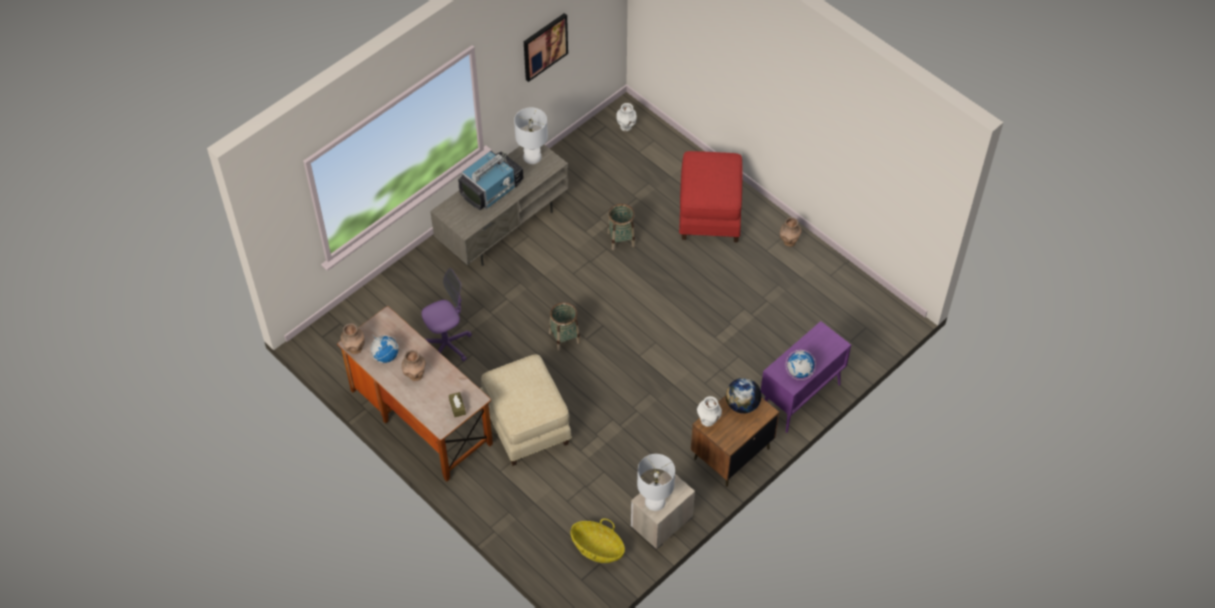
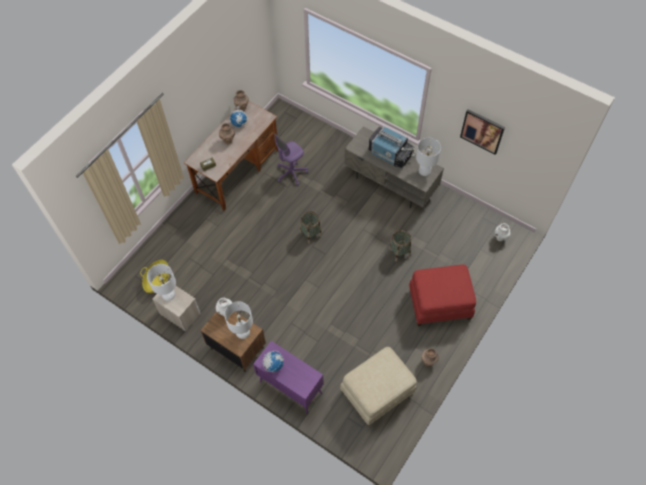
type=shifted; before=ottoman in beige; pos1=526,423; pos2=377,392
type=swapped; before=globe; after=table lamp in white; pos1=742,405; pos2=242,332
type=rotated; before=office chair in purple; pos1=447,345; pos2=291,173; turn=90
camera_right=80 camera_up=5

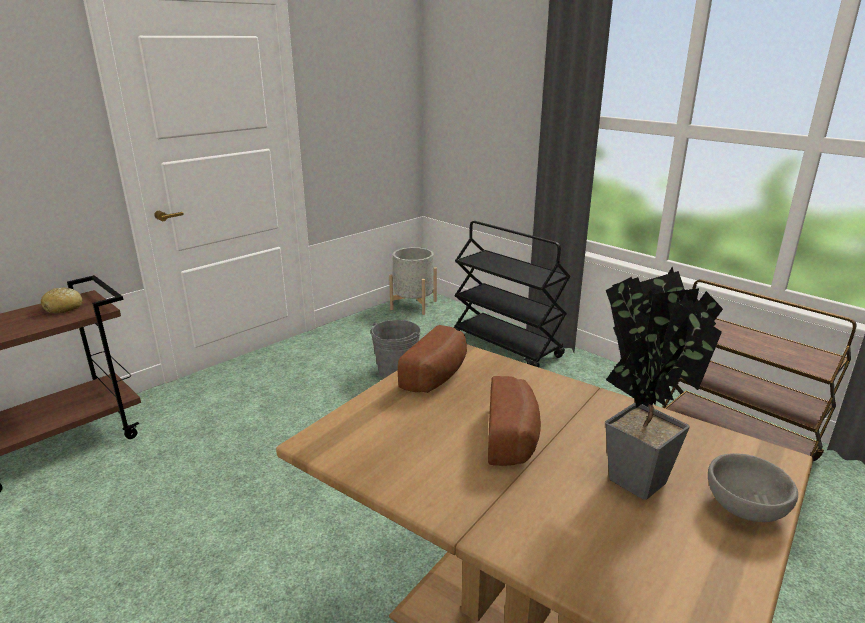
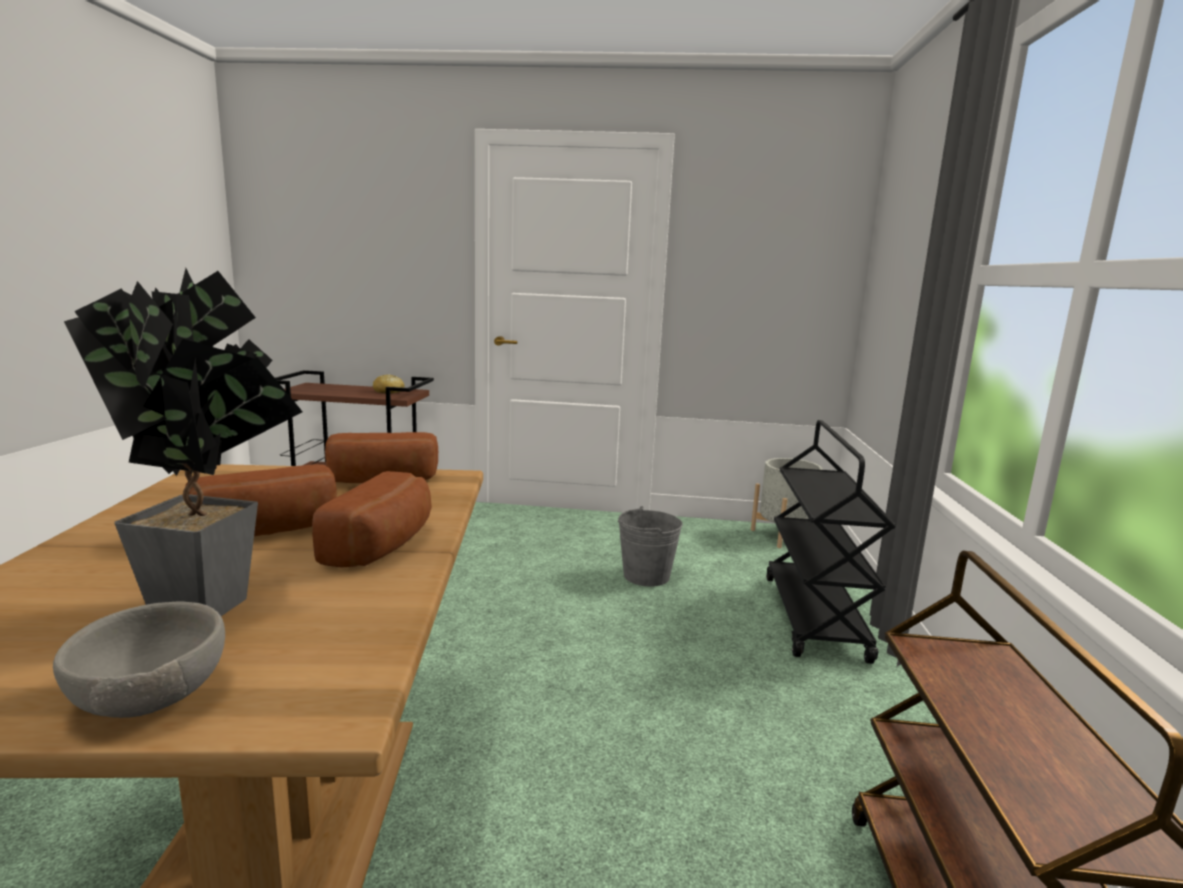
type=new; after=bread; pos2=385,544
camera_right=50 camera_up=-10

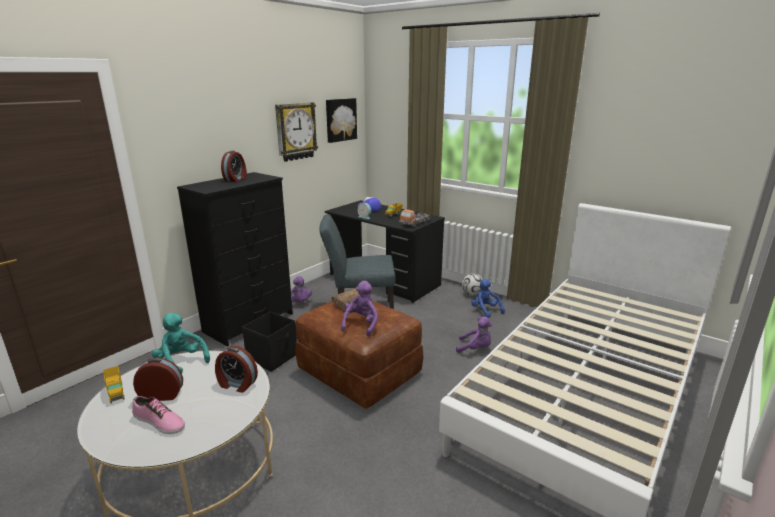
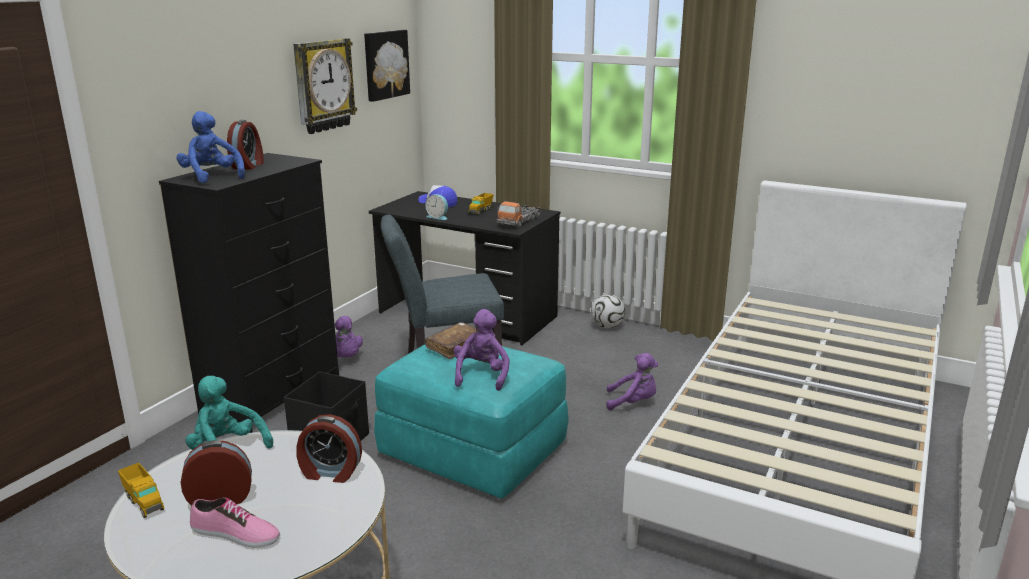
type=shifted; before=plush toy in blue; pos1=485,310; pos2=211,177
type=repainted; before=ottoman in brown; after=ottoman in turquoise; pos1=360,372; pos2=474,450
camera_right=-10 camera_up=0

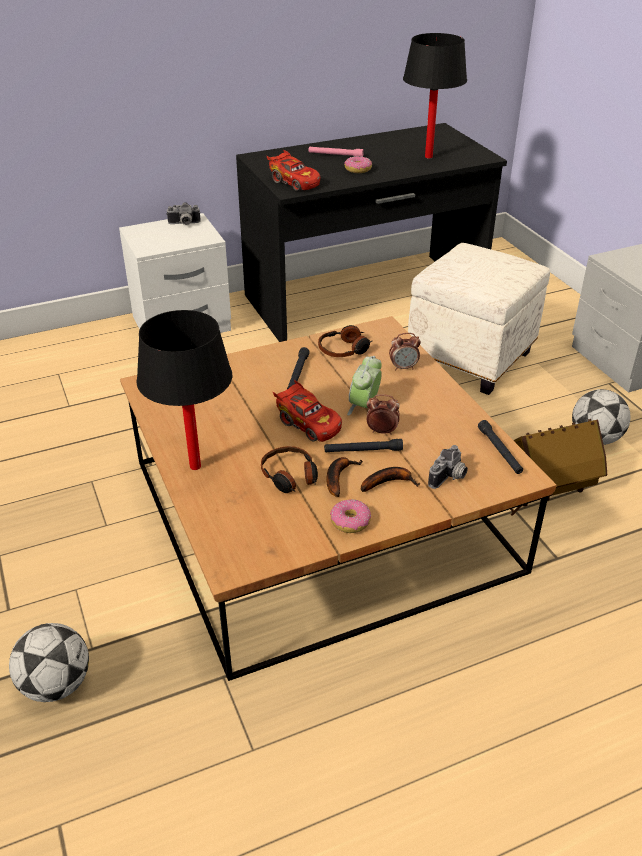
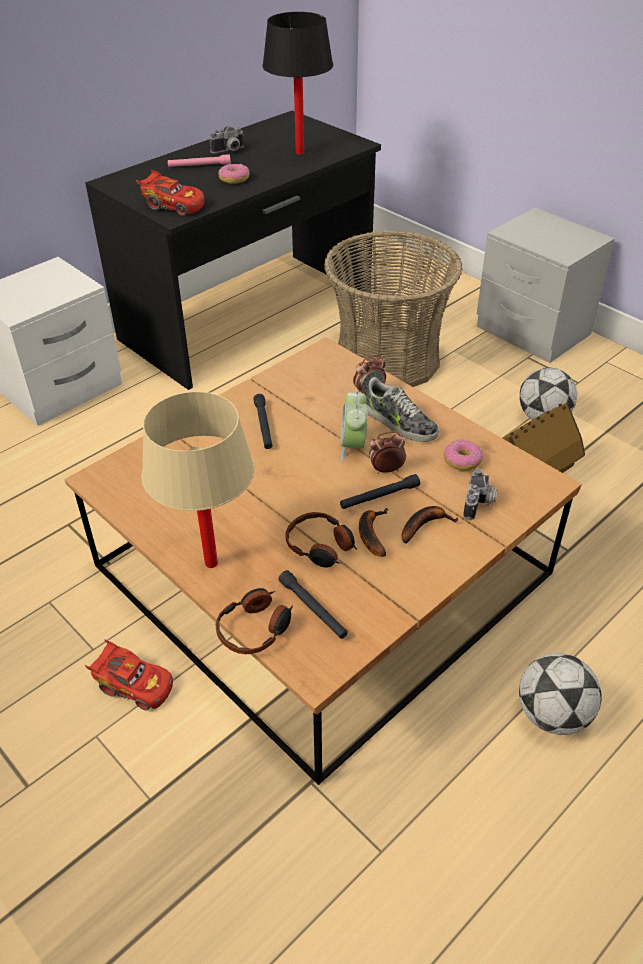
type=new; after=shoe; pos2=399,423
type=shifted; before=football; pos1=56,685; pos2=552,715
type=shifted; before=photo camera; pos1=184,224; pos2=229,151
type=shifted; before=toy car in red; pos1=308,424; pos2=134,685
type=shifted; before=headphones; pos1=344,349; pos2=255,628
type=shifted; before=donut; pos1=350,522; pos2=462,460
type=shifted; before=flashlight in black; pos1=499,451; pos2=313,609
type=swapped; before=ottoman in white; after=basket; pos1=470,357; pos2=387,359
type=repainted; before=table lamp in black; after=table lamp in beige; pos1=195,466; pos2=211,563
camera_right=-20 camera_up=5

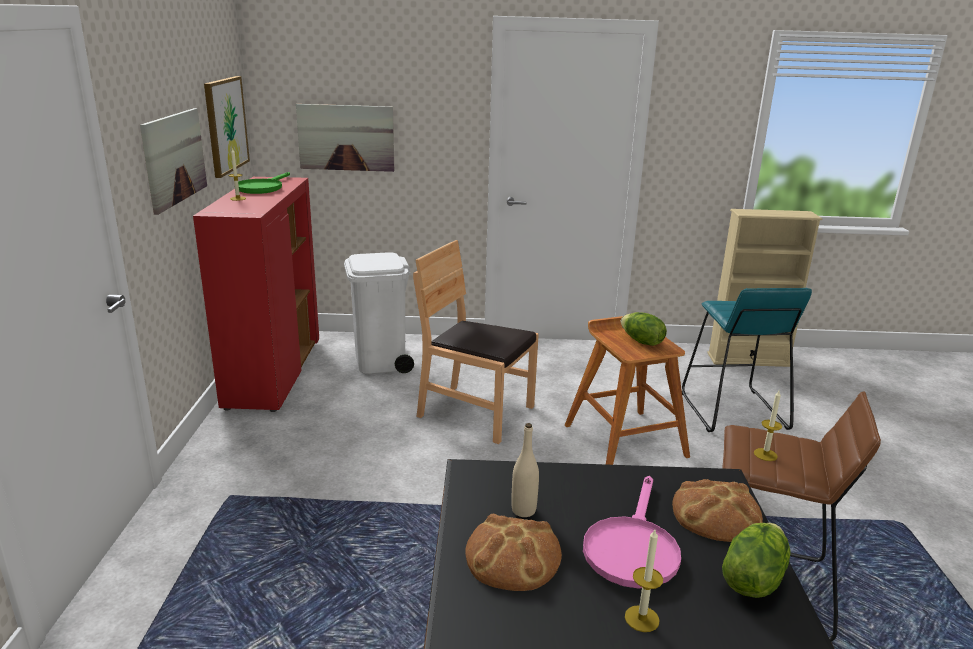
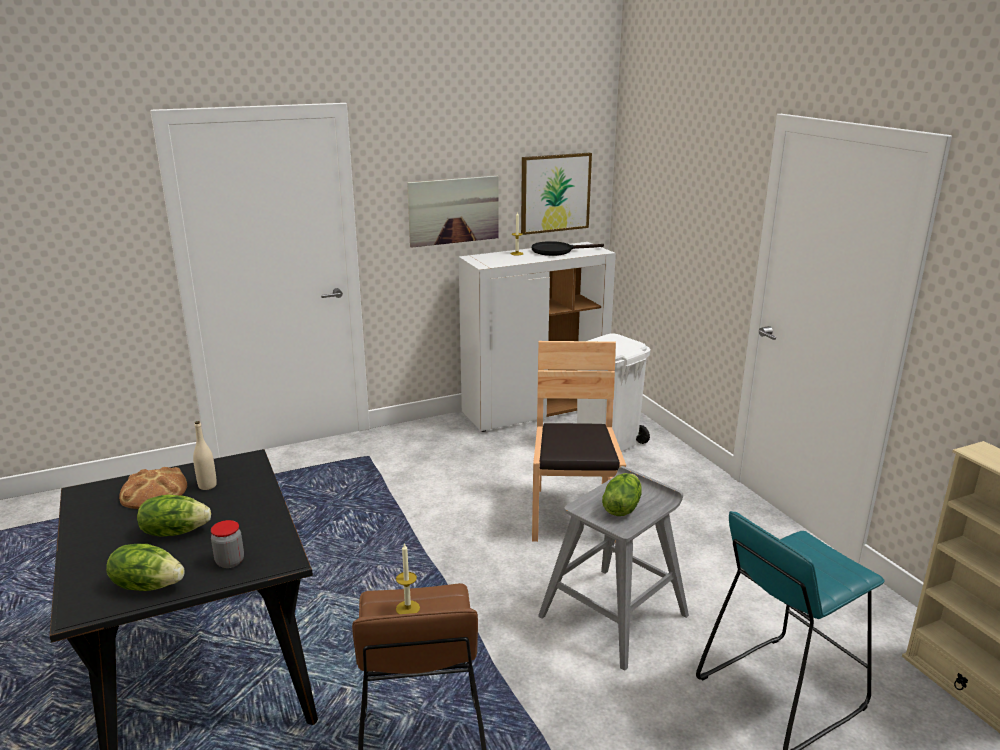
type=gone; before=picture; pos1=346,137
type=gone; before=candle; pos1=642,618
type=swapped; before=frying pan in pink; after=lettuce; pos1=632,547; pos2=175,531
type=swapped; before=bread; after=jar; pos1=716,514; pos2=230,561
type=repainted; before=cabinet in red; after=cabinet in white; pos1=273,373; pos2=535,411
type=repainted; before=frying pan in green; after=frying pan in black; pos1=262,188; pos2=557,251
type=repainted; before=stool in brown; after=stool in grey; pos1=624,440; pos2=614,615
camera_right=65 camera_up=0

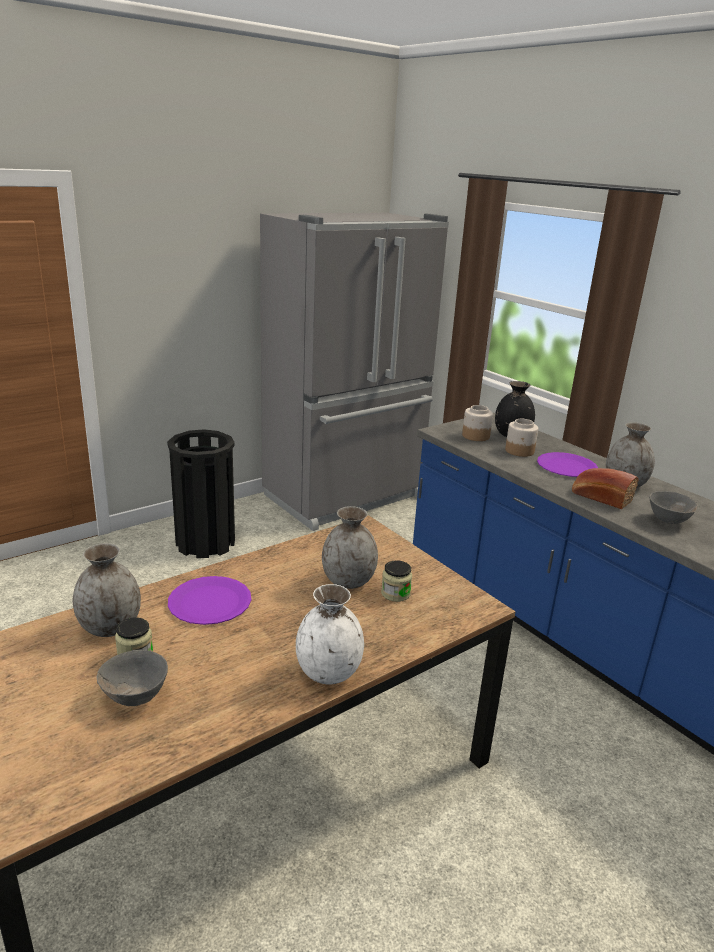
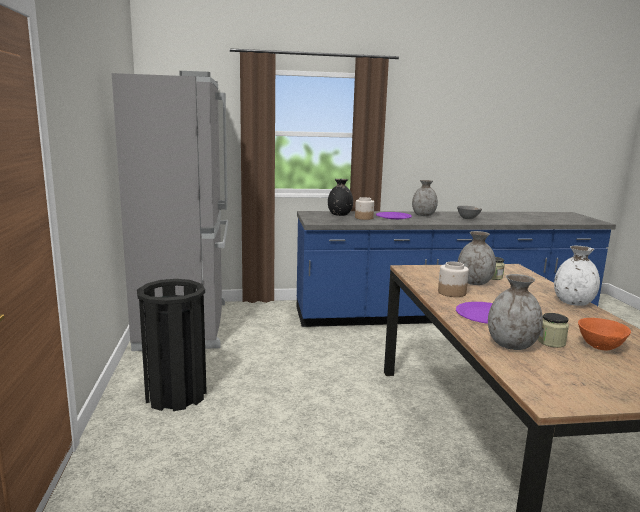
type=gone; before=bread; pos1=600,497
type=shifted; before=jar; pos1=475,436; pos2=451,293
type=repainted; before=bowl in grey; after=bowl in orange; pos1=135,697; pos2=600,348
camera_right=-60 camera_up=-10

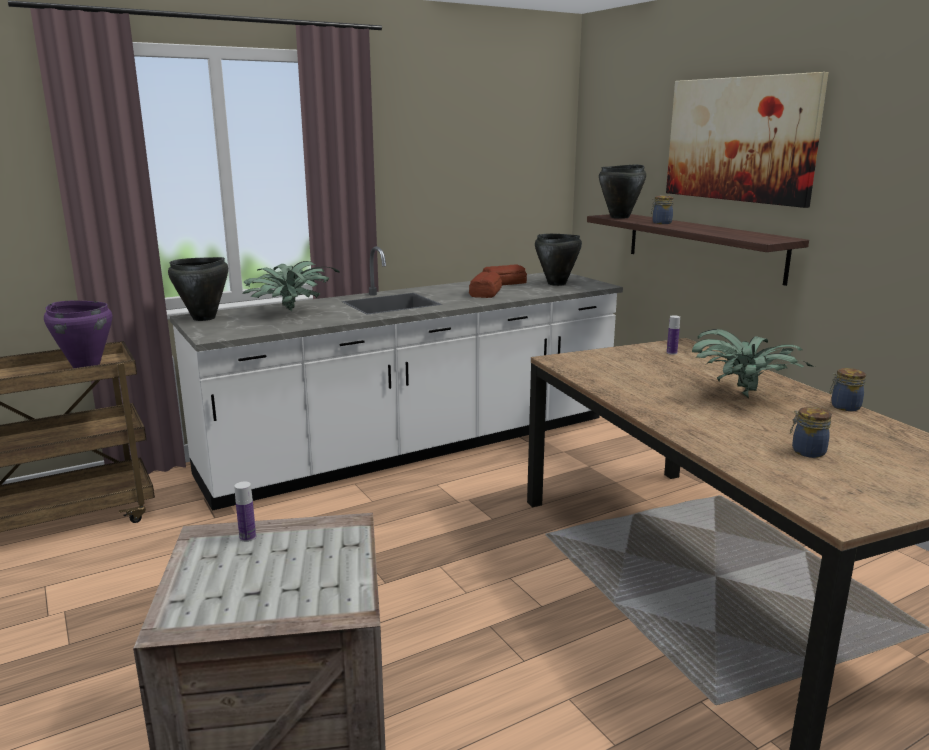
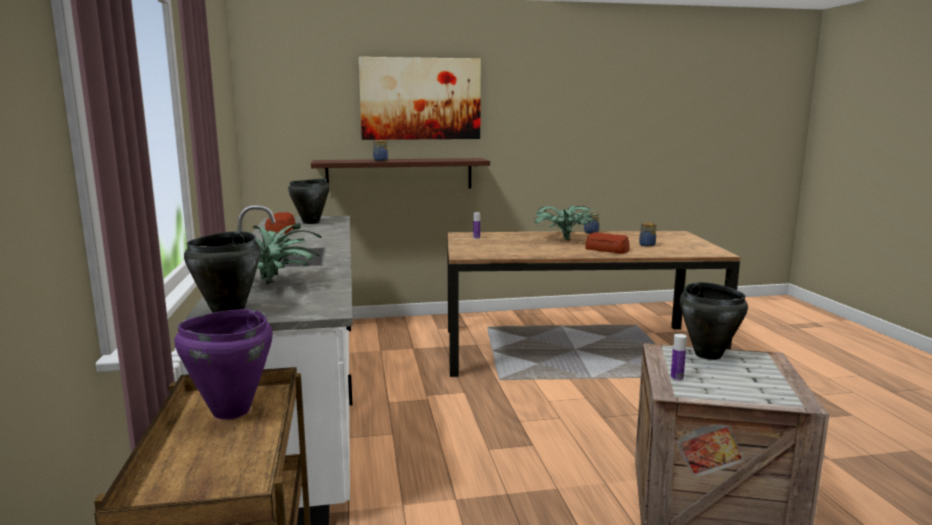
type=shifted; before=bread; pos1=485,293; pos2=607,250
type=shifted; before=cooking pot in black; pos1=620,217; pos2=708,355
camera_right=-70 camera_up=-5

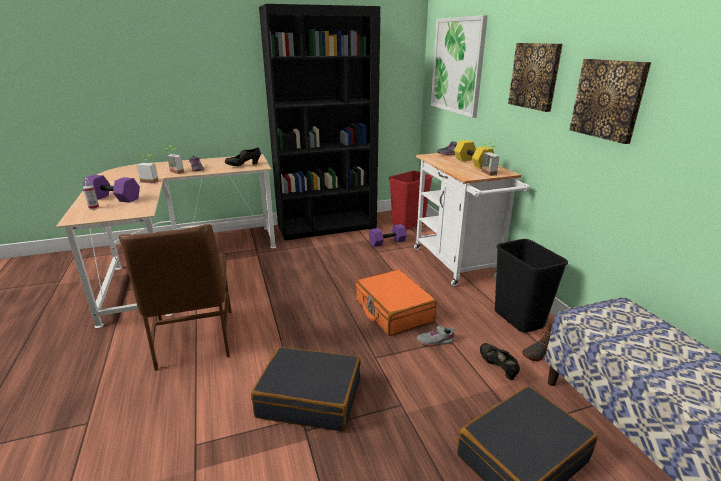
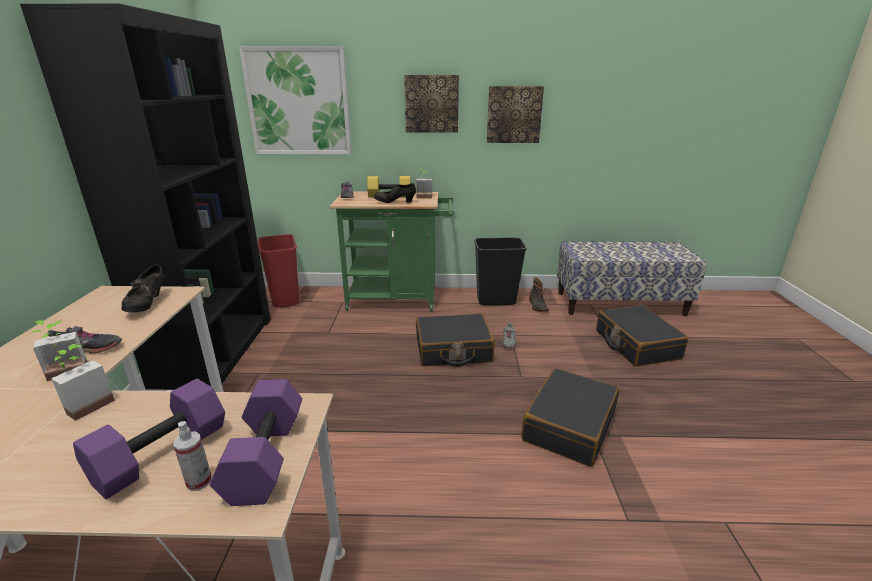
type=gone; before=chair in brown; pos1=194,339
type=shifted; before=dumbbell in purple; pos1=387,242; pos2=264,456
type=shifted; before=shoe in black; pos1=497,367; pos2=395,202
type=repainted; before=suitcase in orange; after=suitcase in black; pos1=393,311; pos2=453,350
type=repainted; before=cart in white; after=cart in green; pos1=458,265; pos2=398,299
camera_right=-70 camera_up=0

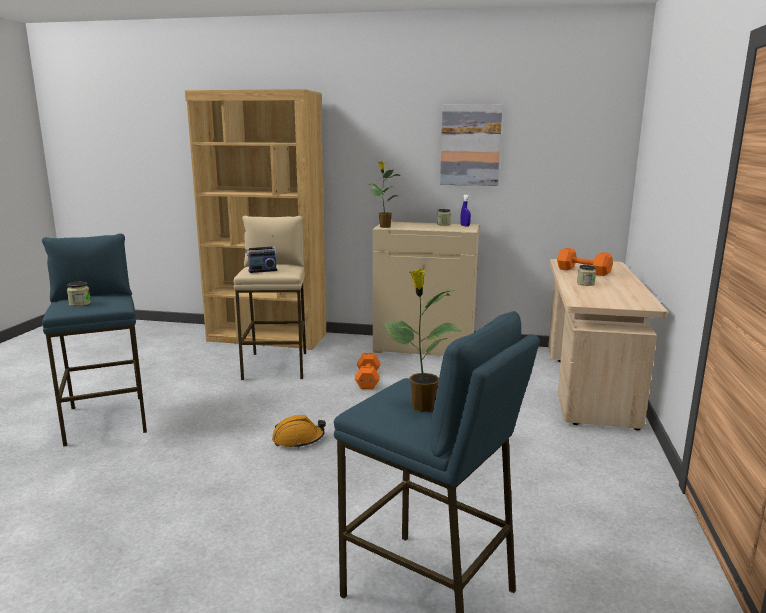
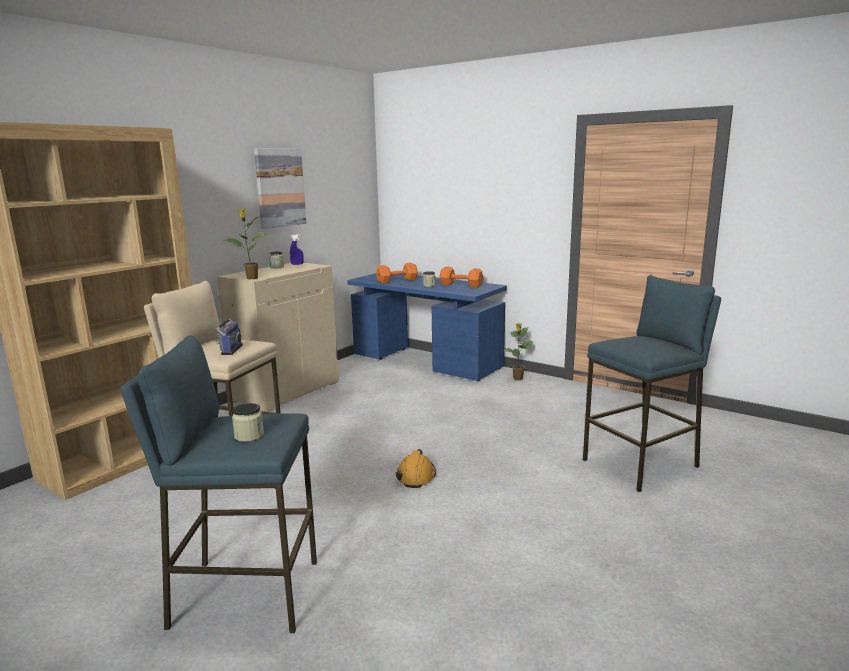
type=shifted; before=dumbbell in orange; pos1=368,379; pos2=460,285
type=shifted; before=potted plant; pos1=421,406; pos2=518,379
type=repainted; before=desk in beige; after=desk in blue; pos1=588,384; pos2=426,362
camera_right=-65 camera_up=0

